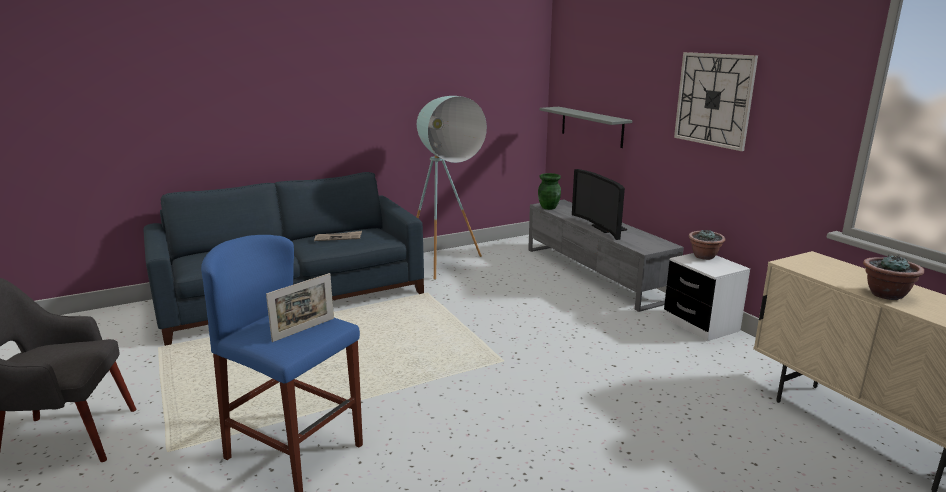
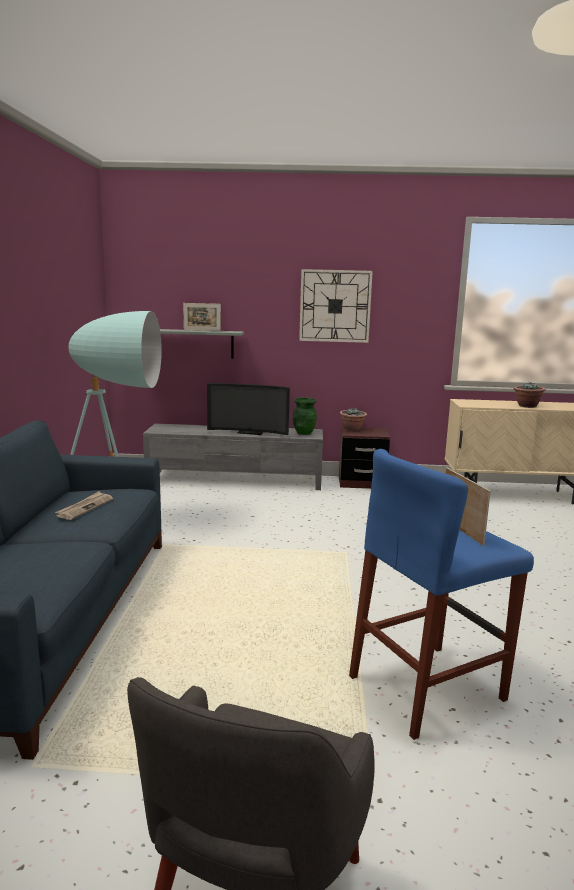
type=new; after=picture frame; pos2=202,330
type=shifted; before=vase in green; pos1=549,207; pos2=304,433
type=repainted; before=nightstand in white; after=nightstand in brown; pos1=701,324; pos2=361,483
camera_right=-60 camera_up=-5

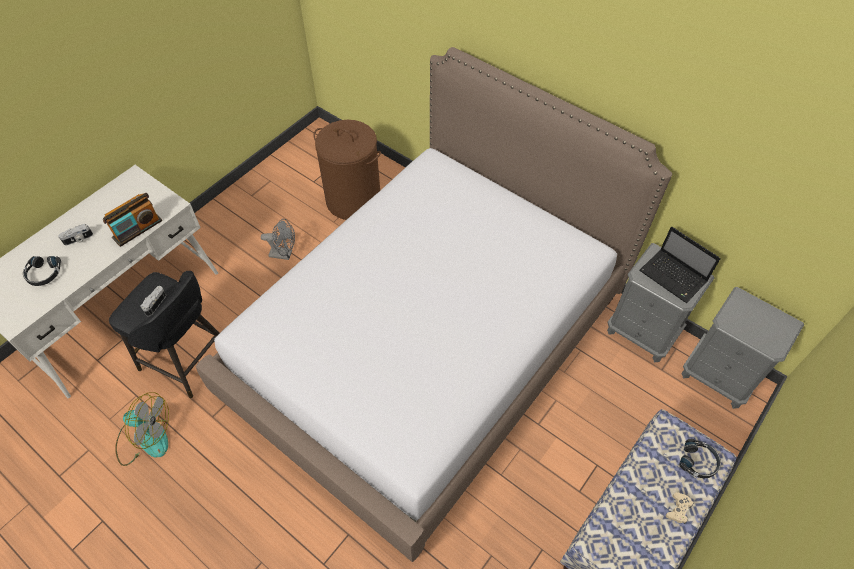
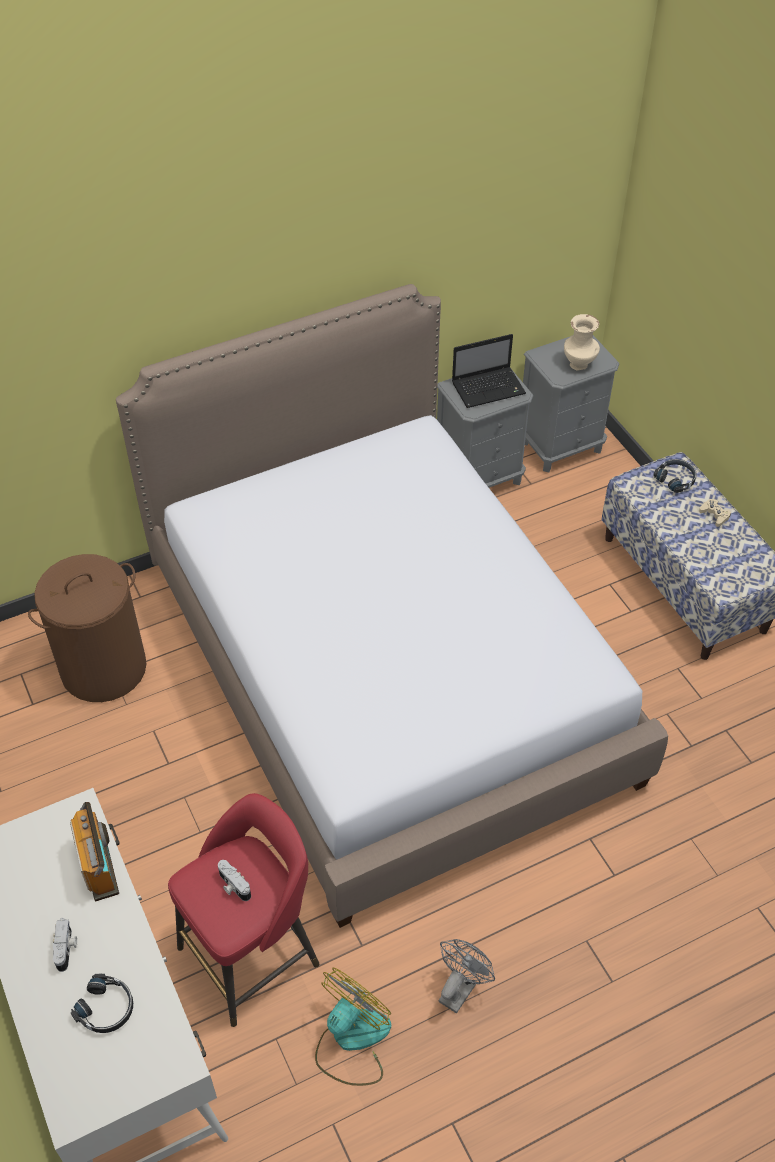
type=new; after=vase in beige; pos2=579,365
type=shifted; before=fan in grey; pos1=284,254; pos2=460,987
type=repainted; before=stool in black; after=stool in red; pos1=188,359; pos2=252,954
camera_right=-65 camera_up=-5

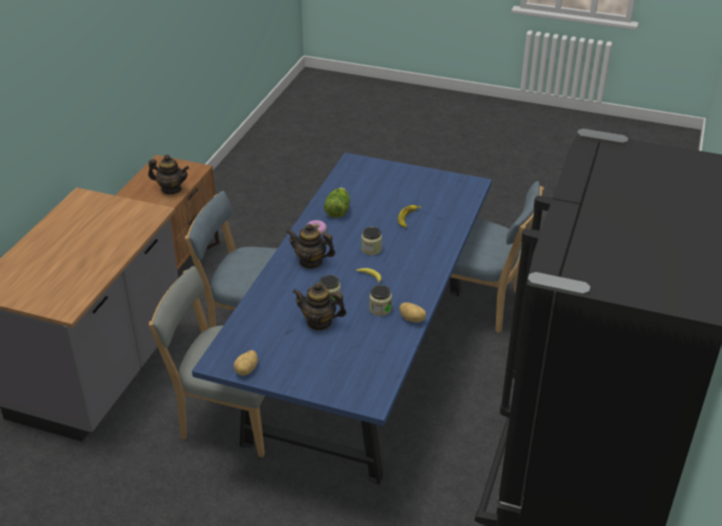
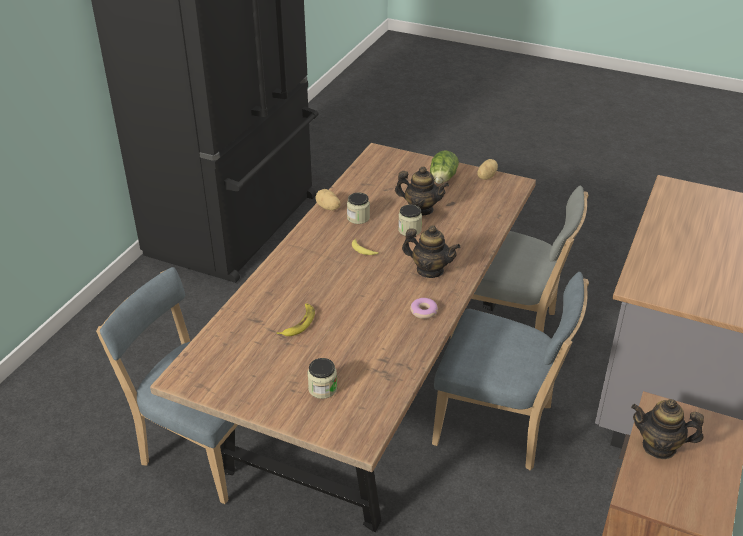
type=shifted; before=lettuce; pos1=337,210; pos2=443,179
type=shifted; before=jar; pos1=371,249; pos2=322,389
type=repainted; before=dining table in blue; after=dining table in brown; pos1=361,360; pos2=371,380
camera_right=-175 camera_up=0

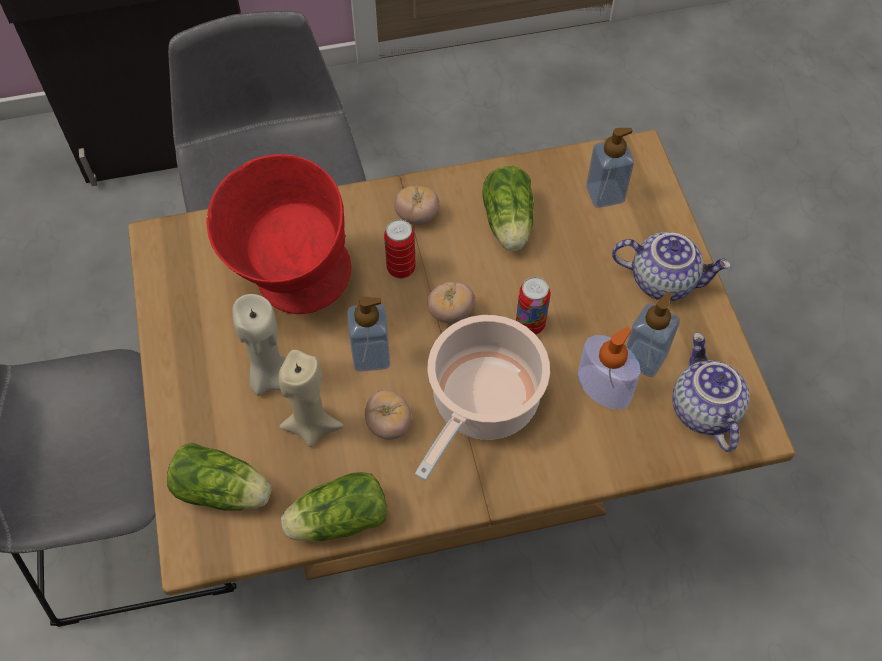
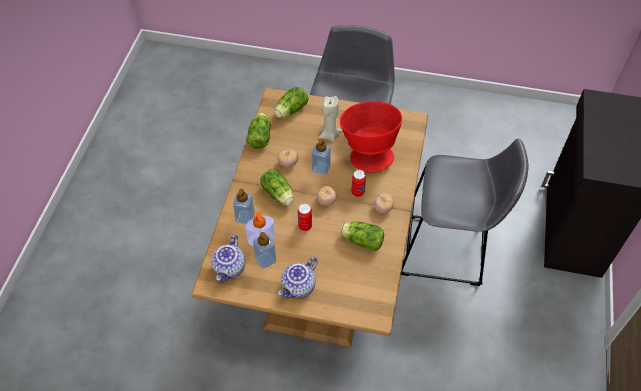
type=gone; before=candle in beige; pos1=312,425
type=shifted; before=soap dispenser; pos1=605,194; pos2=245,217
type=swapped; before=cooking pot; after=lettuce; pos1=482,404; pos2=279,195
type=rotated; before=teapot; pos1=702,409; pos2=230,268; turn=90
camera_right=115 camera_up=-5

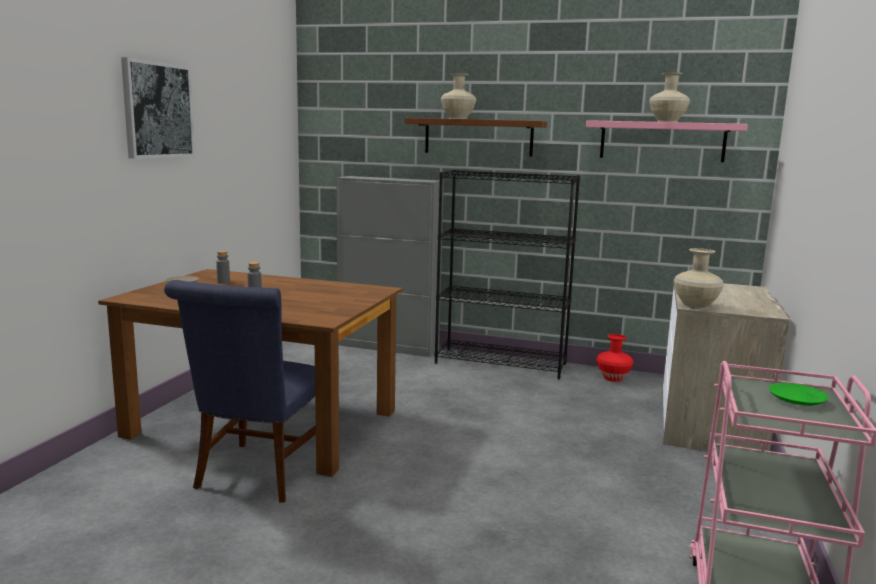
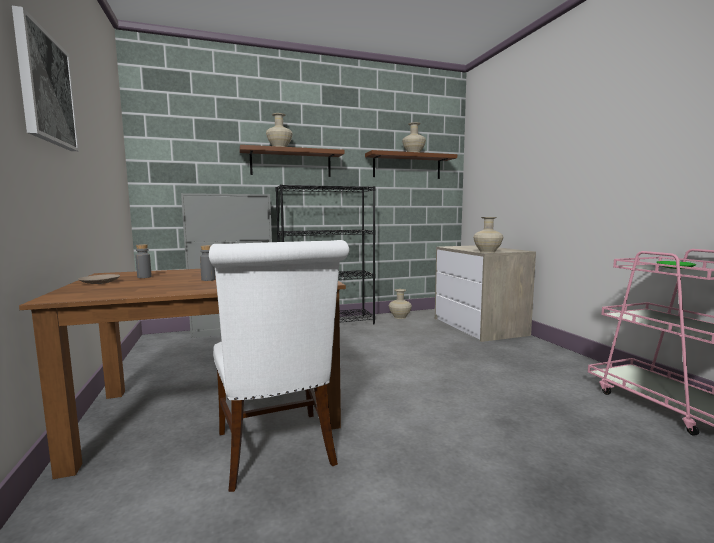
type=repainted; before=chair in blue; after=chair in white; pos1=258,475; pos2=277,452
type=repainted; before=shelf in pink; after=shelf in brown; pos1=662,141; pos2=407,166
type=repainted; before=vase in red; after=vase in beige; pos1=613,378; pos2=400,317
camera_right=-35 camera_up=-5

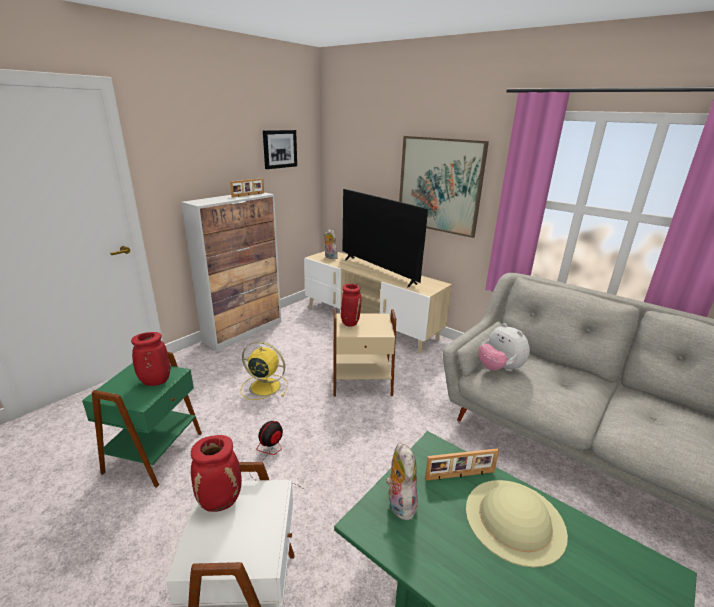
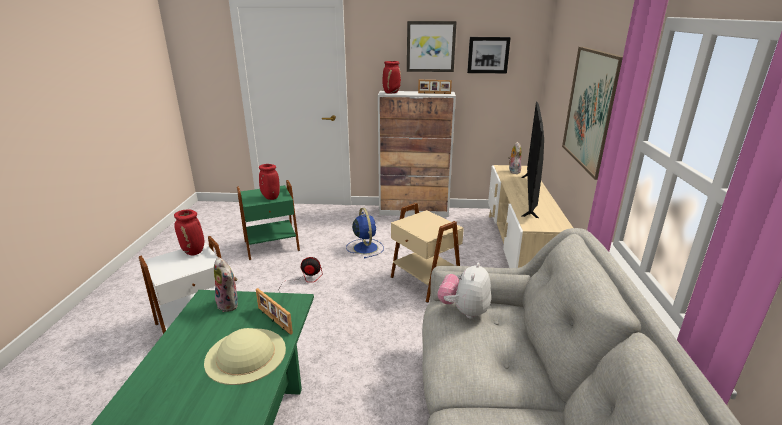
type=new; after=picture; pos2=430,46
type=shifted; before=vase in red; pos1=350,323; pos2=391,93
type=repainted; before=fan in yellow; after=fan in blue; pos1=263,386; pos2=365,247
type=rotated; before=plush toy; pos1=399,503; pos2=230,304; turn=90
camera_right=55 camera_up=0

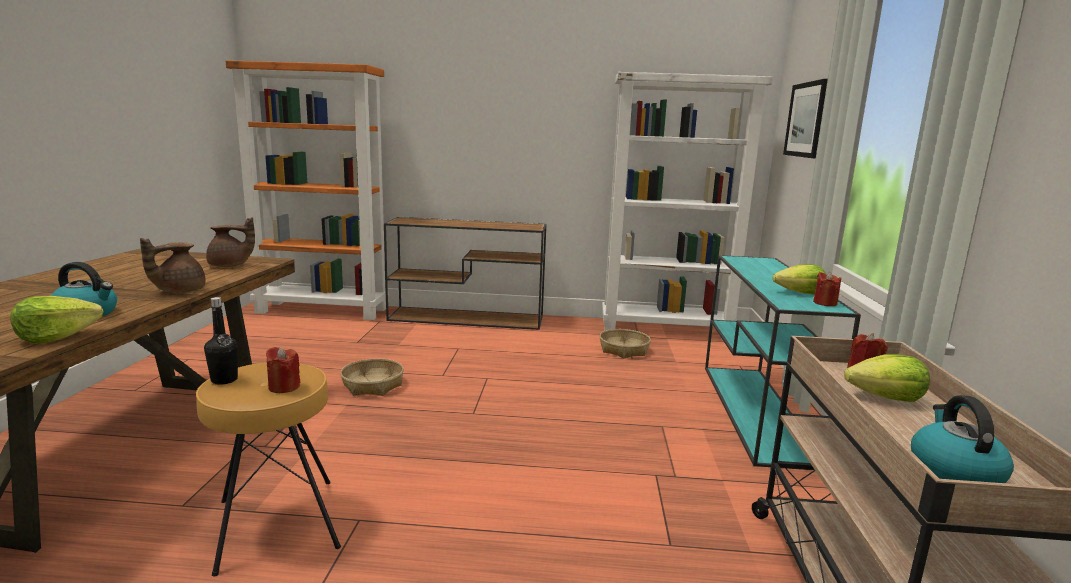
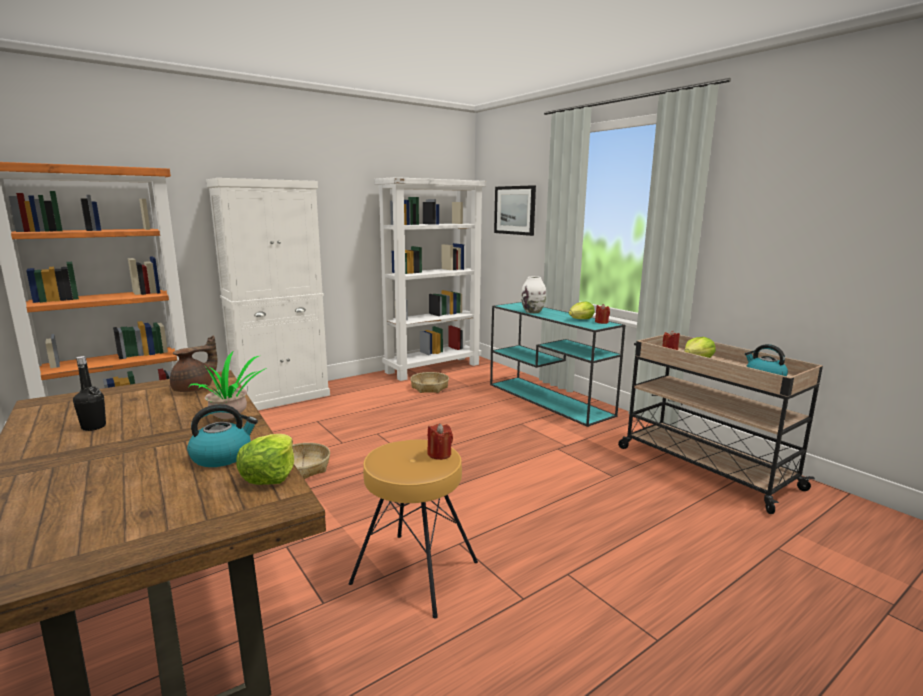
type=new; after=vase in white; pos2=533,312
type=shifted; before=bottle in black; pos1=224,380; pos2=94,427
type=swapped; before=teapot in brown; after=potted plant; pos1=179,291; pos2=231,417
type=swapped; before=console table in brown; after=cabinet in white; pos1=468,318; pos2=281,397
camera_right=-40 camera_up=0

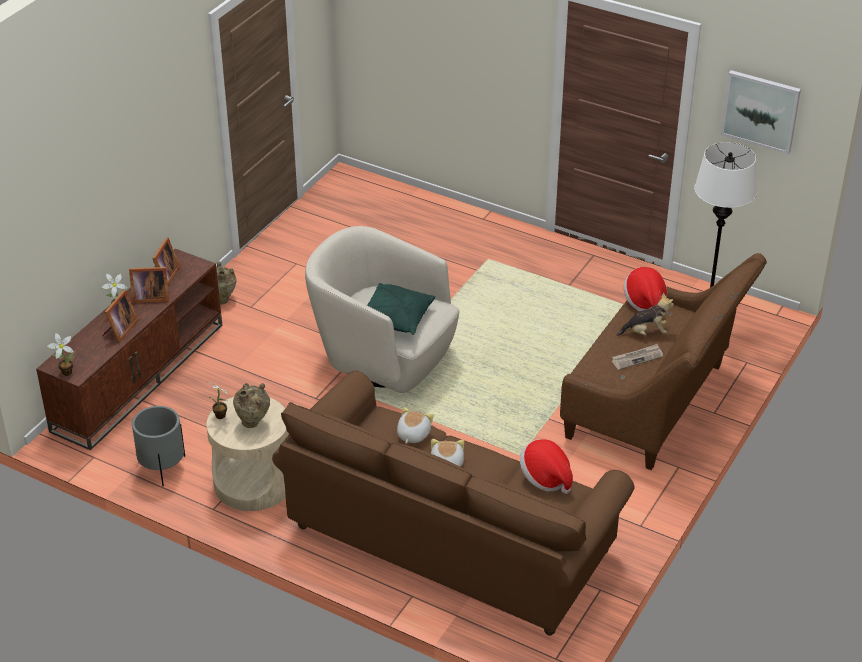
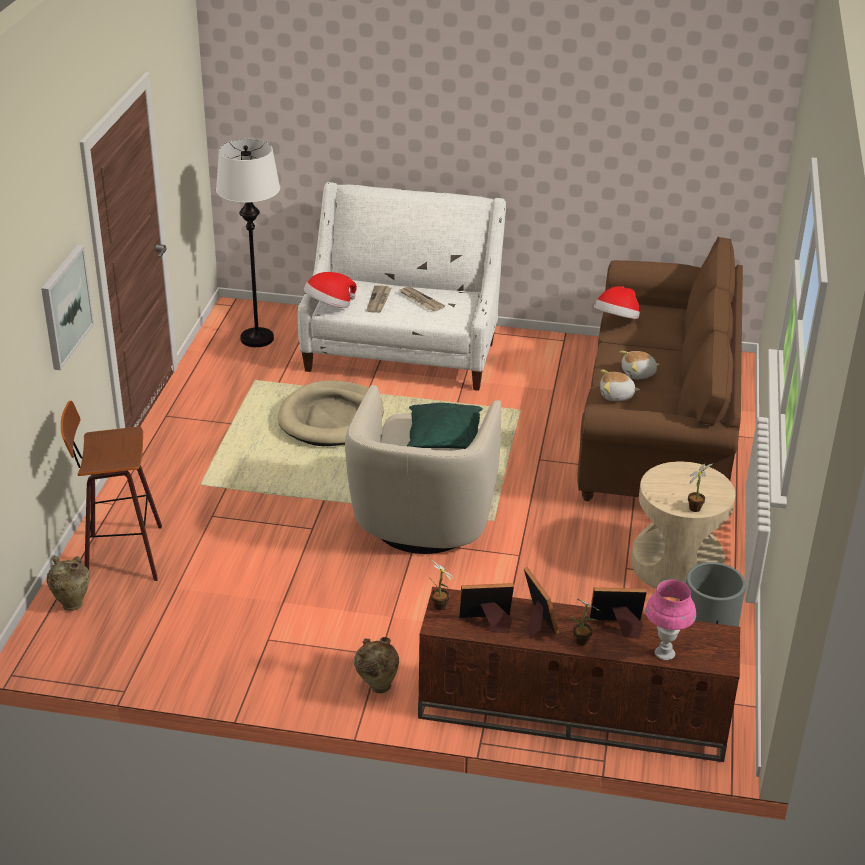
type=new; after=stool; pos2=120,554
type=new; after=dog bed in beige; pos2=331,418
type=new; after=table lamp in pink; pos2=664,653
type=shifted; before=potted plant; pos1=65,372; pos2=440,608
type=shifted; before=vase in beige; pos1=253,423; pos2=72,603
type=shifted; before=picture; pos1=760,111; pos2=65,306
type=swapped; before=plush toy; after=newspaper; pos1=646,332; pos2=379,300
type=repainted; before=sofa in brown; after=sofa in white; pos1=654,405; pos2=402,351
camera_right=-110 camera_up=-5

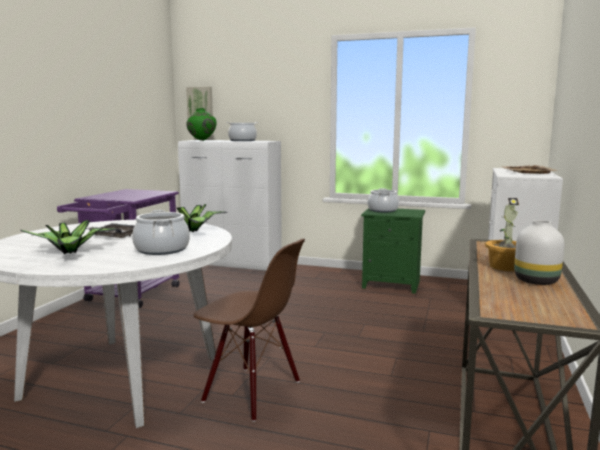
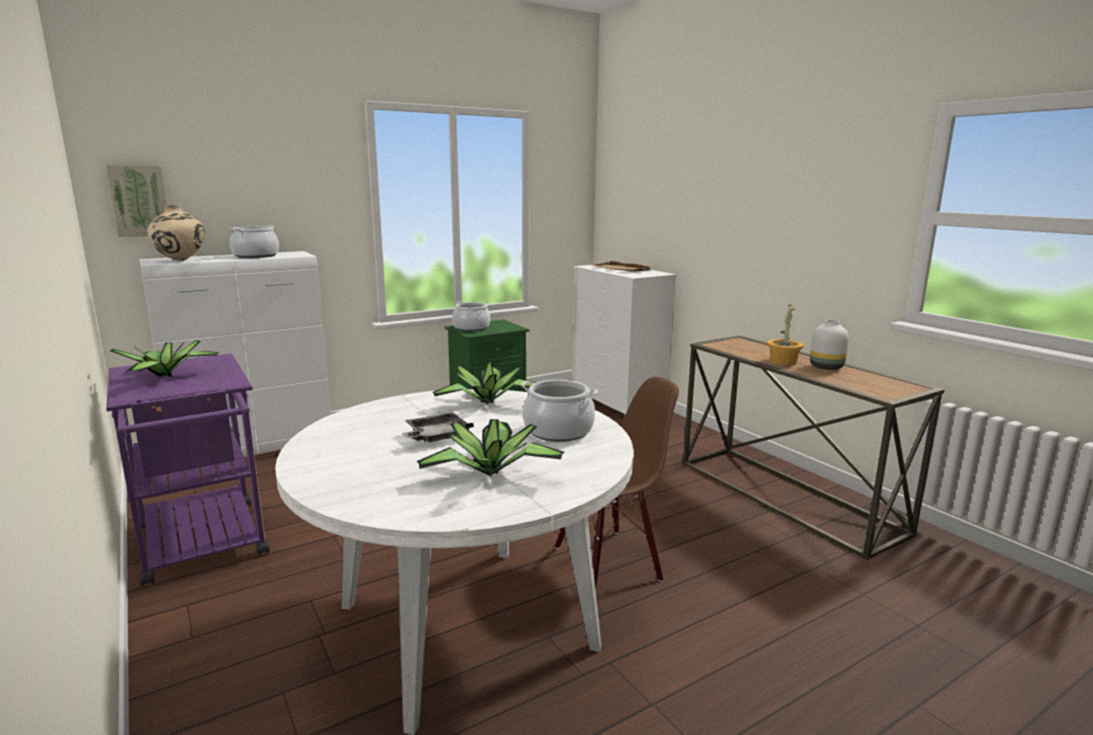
type=new; after=potted plant; pos2=168,376
type=repainted; before=vase in green; after=vase in beige; pos1=202,140; pos2=181,261
camera_right=-50 camera_up=5

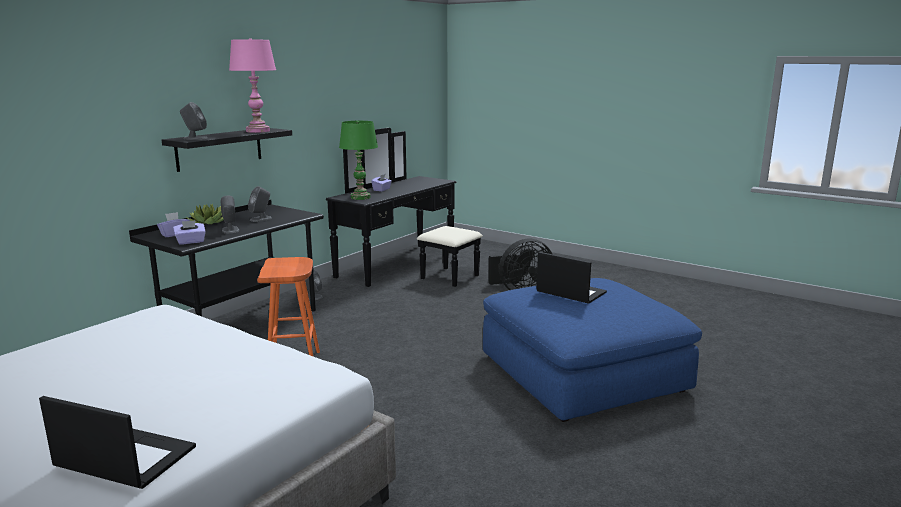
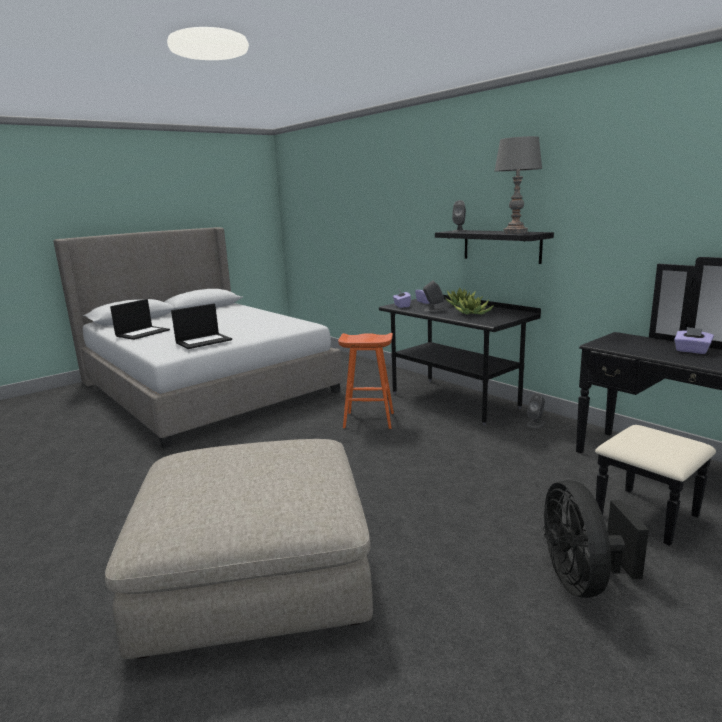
type=gone; before=table lamp in green; pos1=360,197
type=shifted; before=laptop; pos1=570,292; pos2=204,341
type=swapped; before=speaker in grey; after=potted plant; pos1=261,219; pos2=472,314
type=repainted; before=table lamp in pink; after=table lamp in grey; pos1=257,131; pos2=515,233
type=repainted; before=ottoman in blue; after=ottoman in beige; pos1=582,373; pos2=254,571
camera_right=105 camera_up=0

